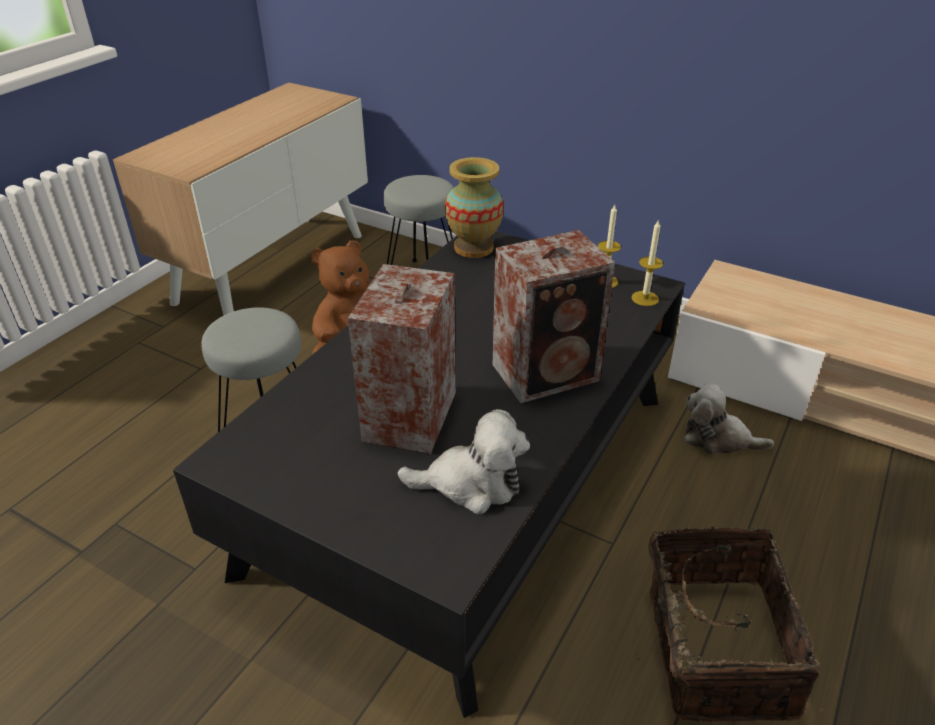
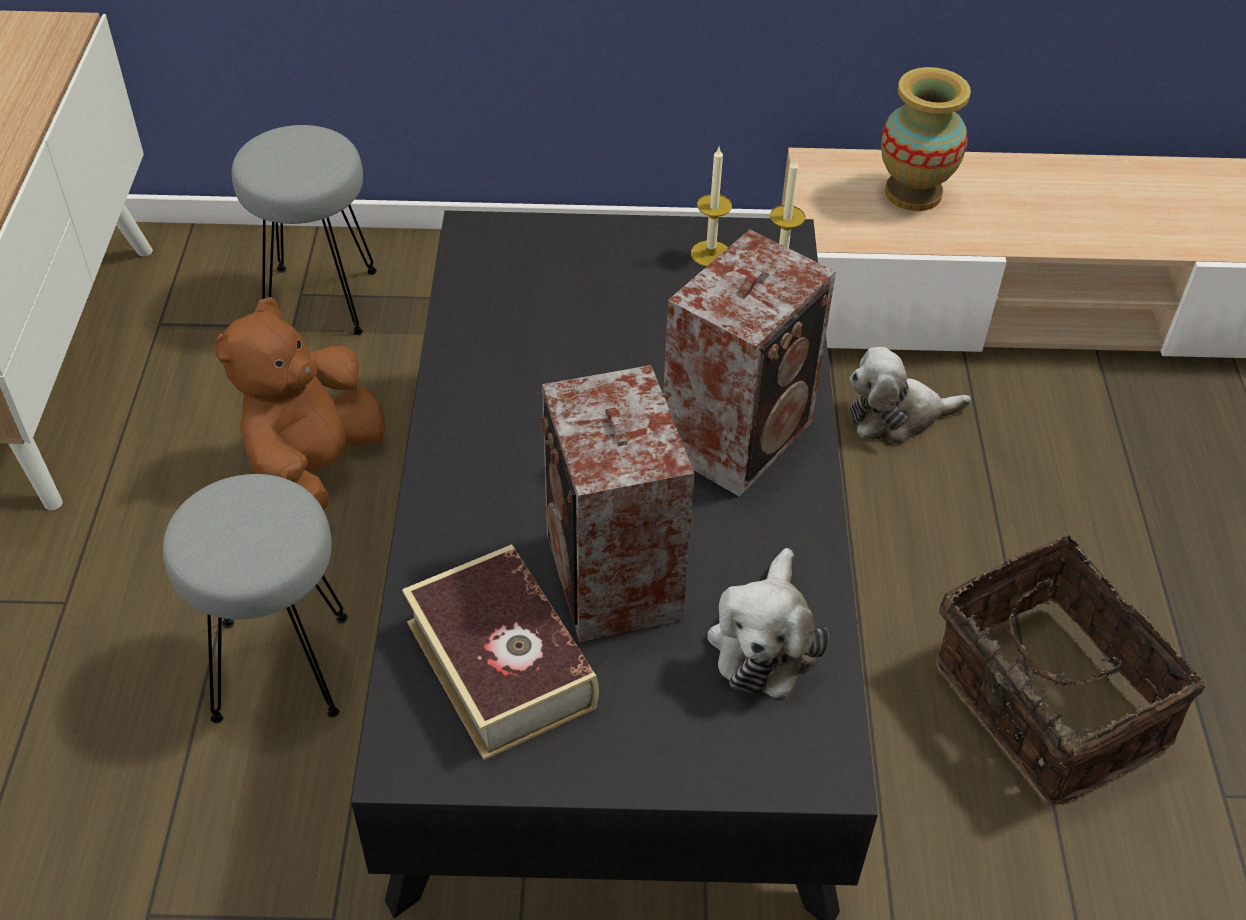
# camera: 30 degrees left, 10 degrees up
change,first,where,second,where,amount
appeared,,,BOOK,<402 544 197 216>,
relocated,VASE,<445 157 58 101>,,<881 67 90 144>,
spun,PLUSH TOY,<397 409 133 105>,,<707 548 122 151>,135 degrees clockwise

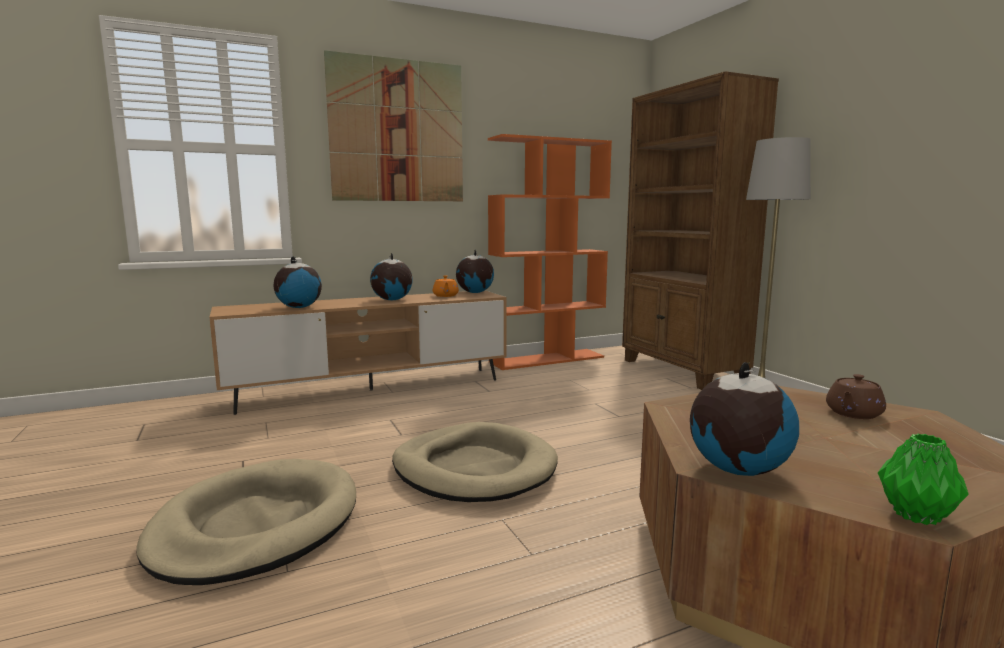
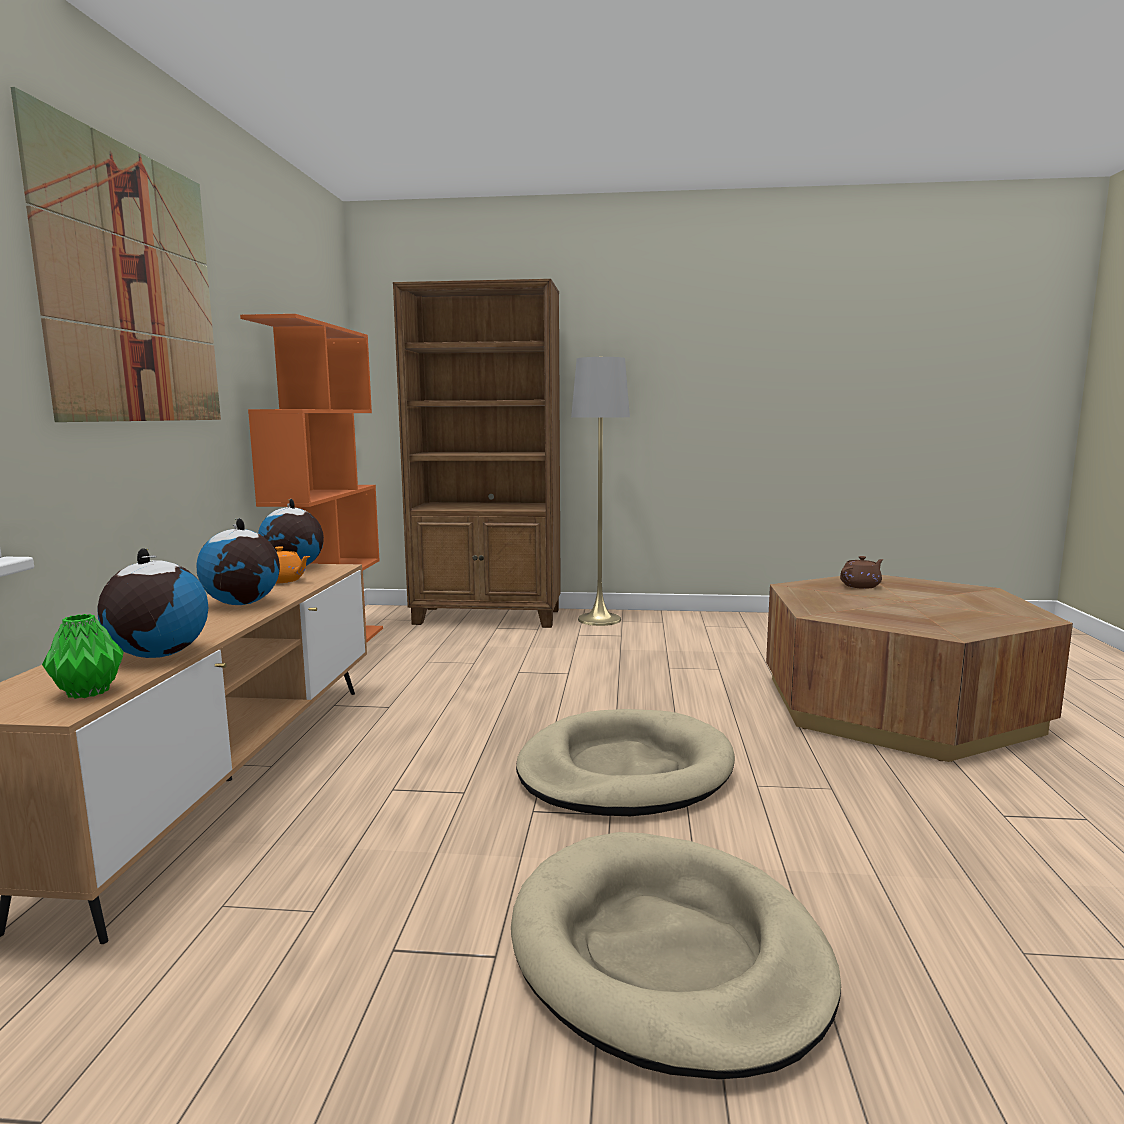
# camera: 60 degrees left, 0 degrees up
change,first,where,second,where,amount
missing,GLOBE,<690 362 109 114>,,,
relocated,GREEN VASE,<878 433 91 92>,,<42 614 82 85>,
spun,BROWN TEAPOT,<826 374 60 45>,,<840 556 44 33>,105 degrees counterclockwise

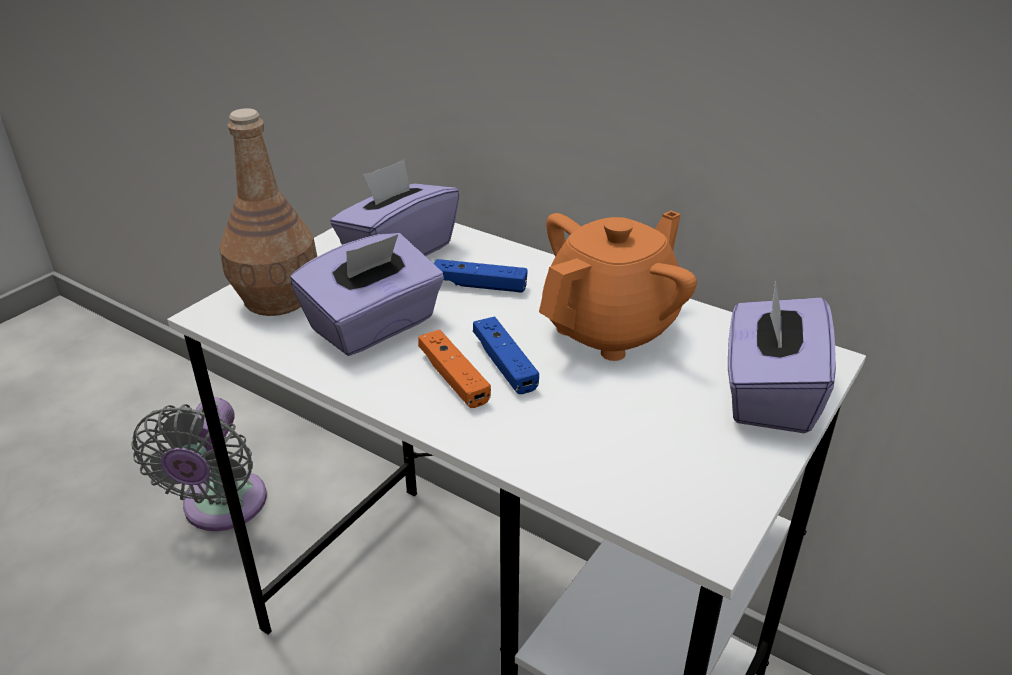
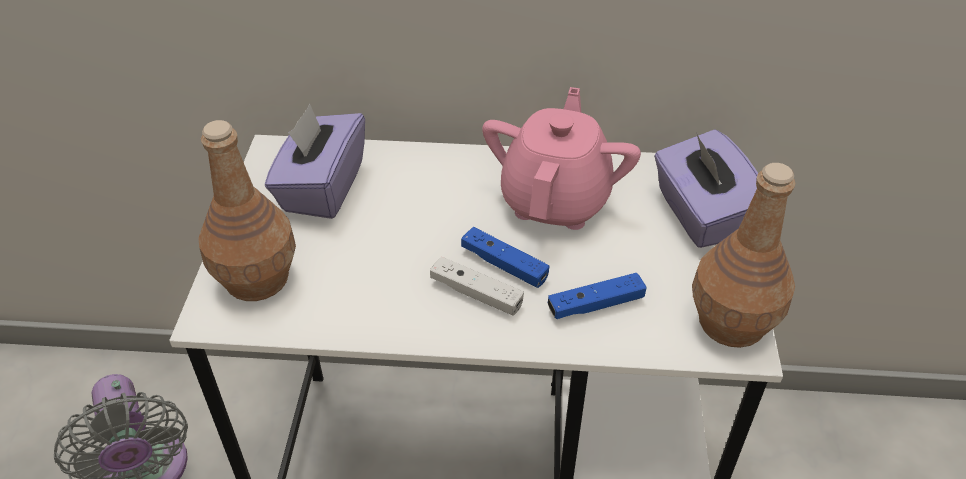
# camera: 30 degrees left, 10 degrees up
change,first,where,second,where,amount
missing,PURPLE TISSUE BOX,<290 233 154 123>,,,
appeared,,,BROWN BOTTLE,<692 163 104 185>,
relocated,BLUE GAME CONTROLLER,<434 259 94 34>,,<548 273 99 46>,
colour,ORANGE GAME CONTROLLER,<418 329 73 79>,WHITE GAME CONTROLLER,<430 257 94 58>,
colour,ORANGE TEAPOT,<539 211 158 150>,PINK TEAPOT,<482 87 159 143>,

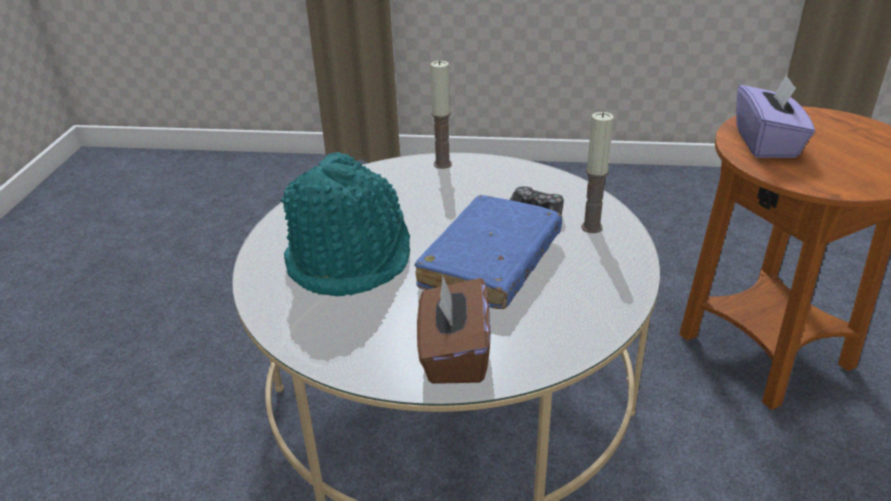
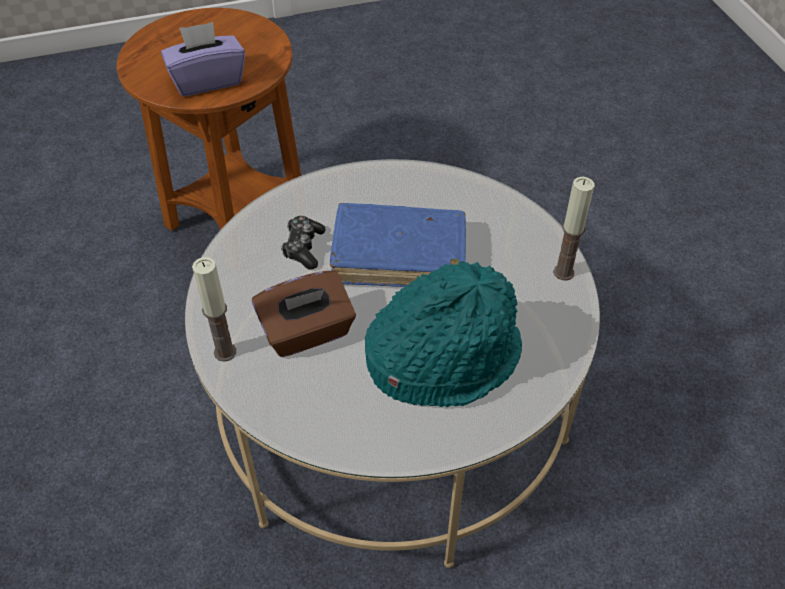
# camera: 115 degrees left, 15 degrees up
change,first,where,second,where,amount
relocated,BROWN TISSUE BOX,<417 275 74 109>,,<252 270 104 87>,
relocated,CANDLE,<581 112 32 121>,,<553 177 41 103>,

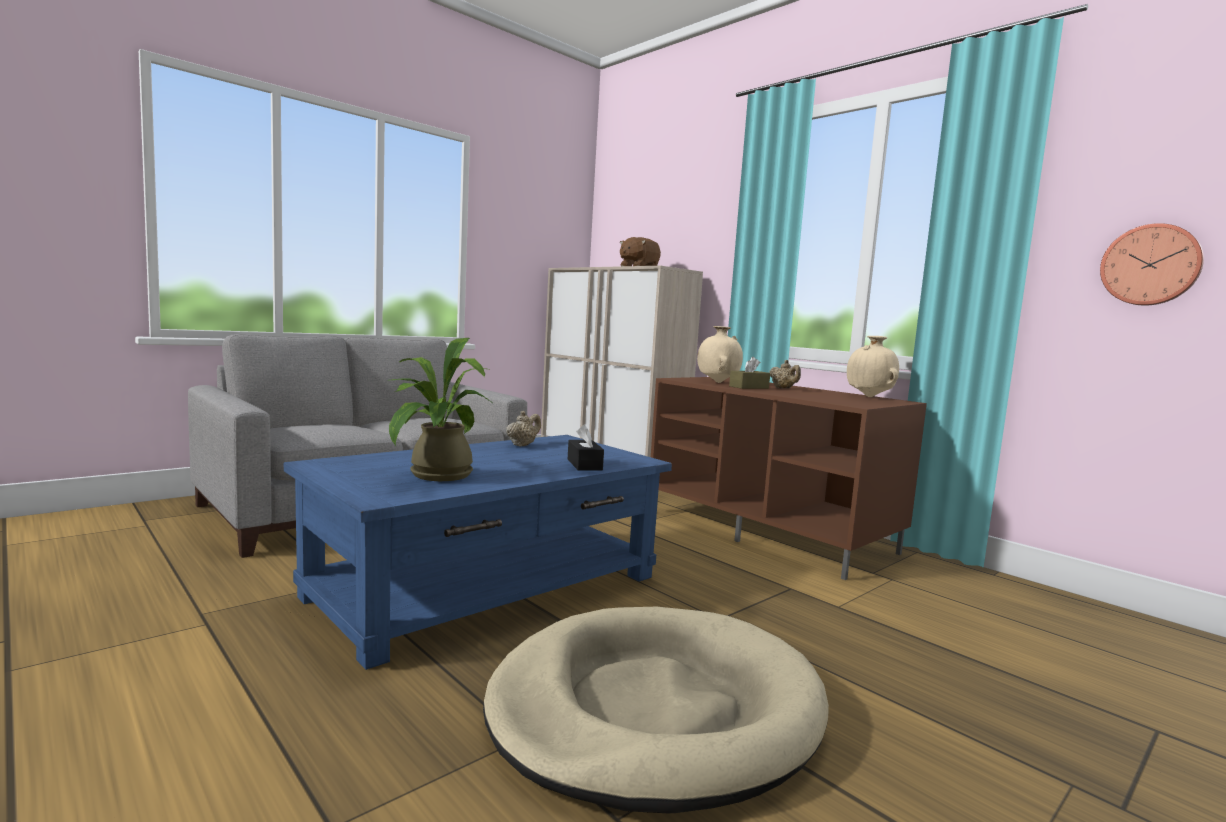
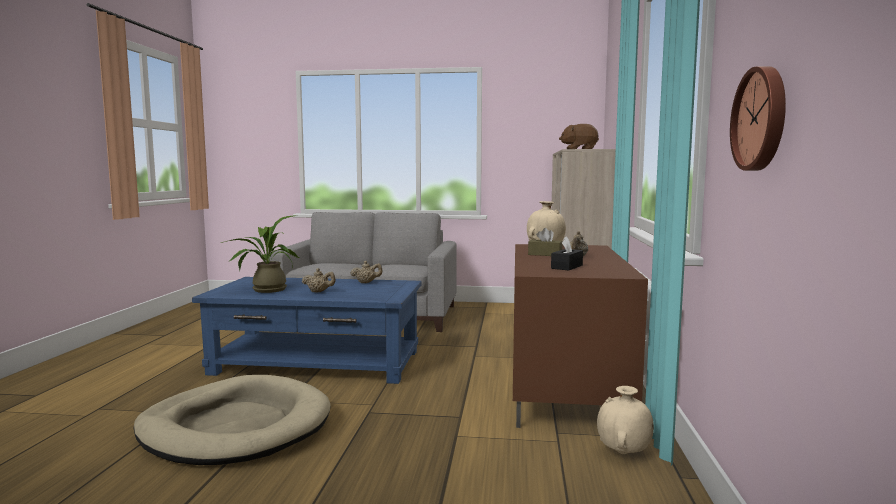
# camera: 50 degrees right, 0 degrees up
change,first,where,second,where,amount
appeared,,,BEIGE TEAPOT,<302 268 34 25>,
relocated,BLACK TISSUE BOX,<568 424 36 47>,,<551 236 32 35>,
relocated,BEIGE VASE,<847 336 52 61>,,<597 386 57 68>,

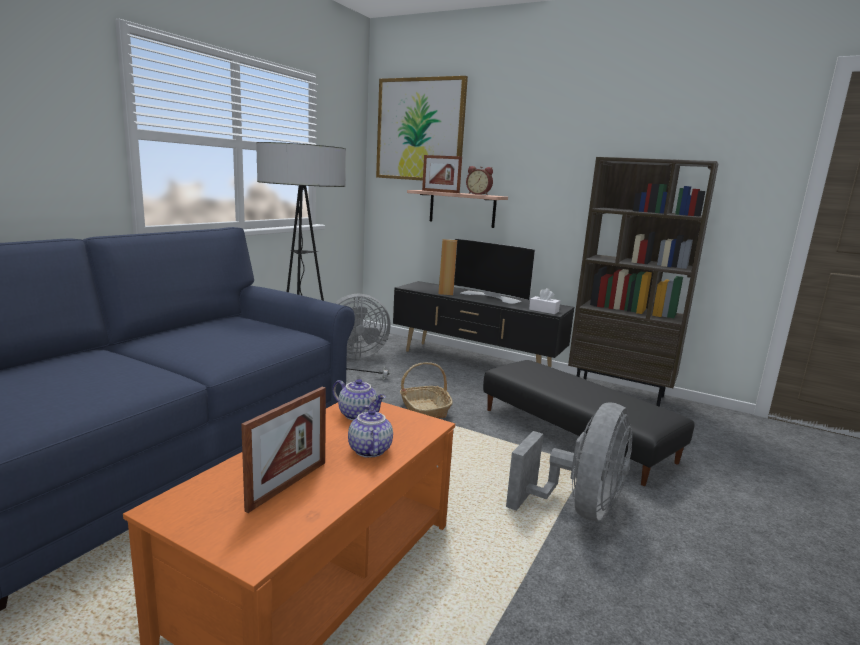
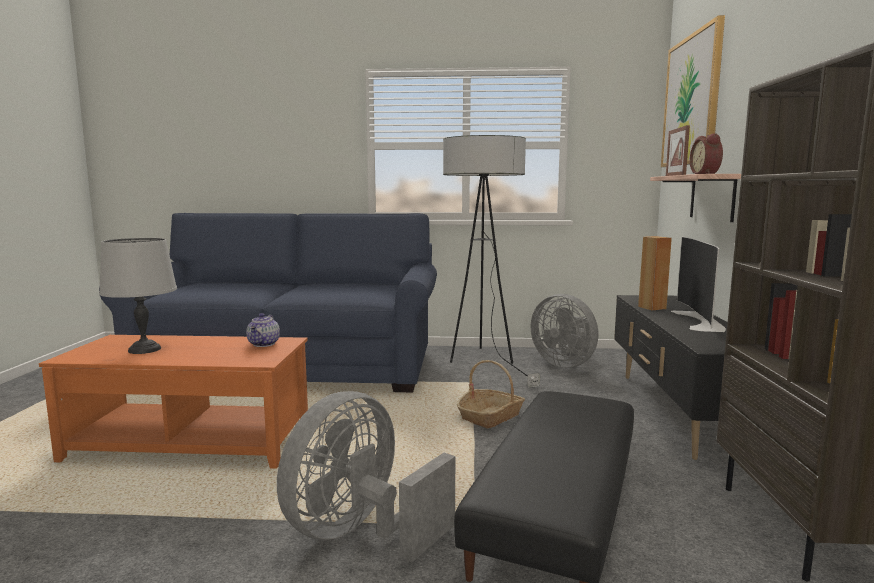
# camera: 65 degrees right, 5 degrees down
change,first,where,second,where,amount
missing,TEAPOT,<348 405 45 52>,,,
missing,WHITE TISSUE BOX,<529 288 31 26>,,,
exchanged,PICTURE FRAME,<241 387 85 126>,GREY TABLE LAMP,<99 238 78 116>,
spun,GREY FAN,<506 402 126 119>,,<277 391 178 171>,120 degrees clockwise

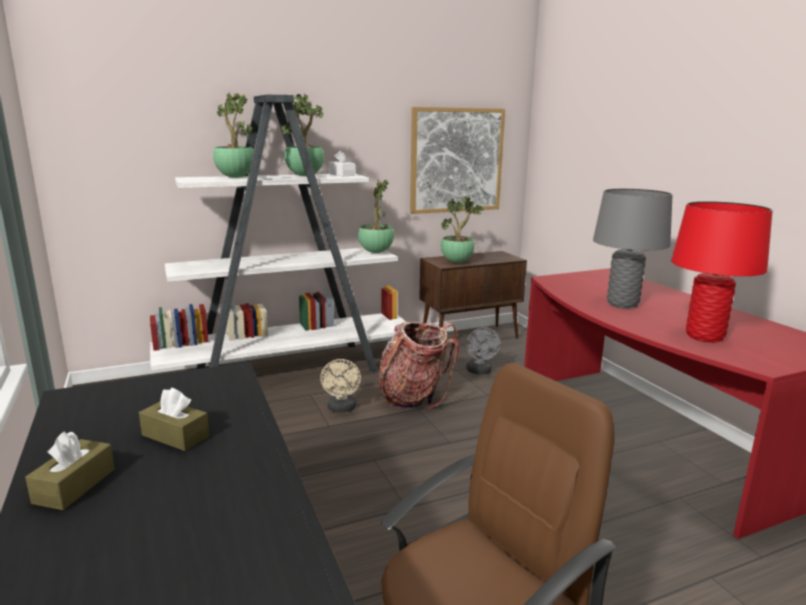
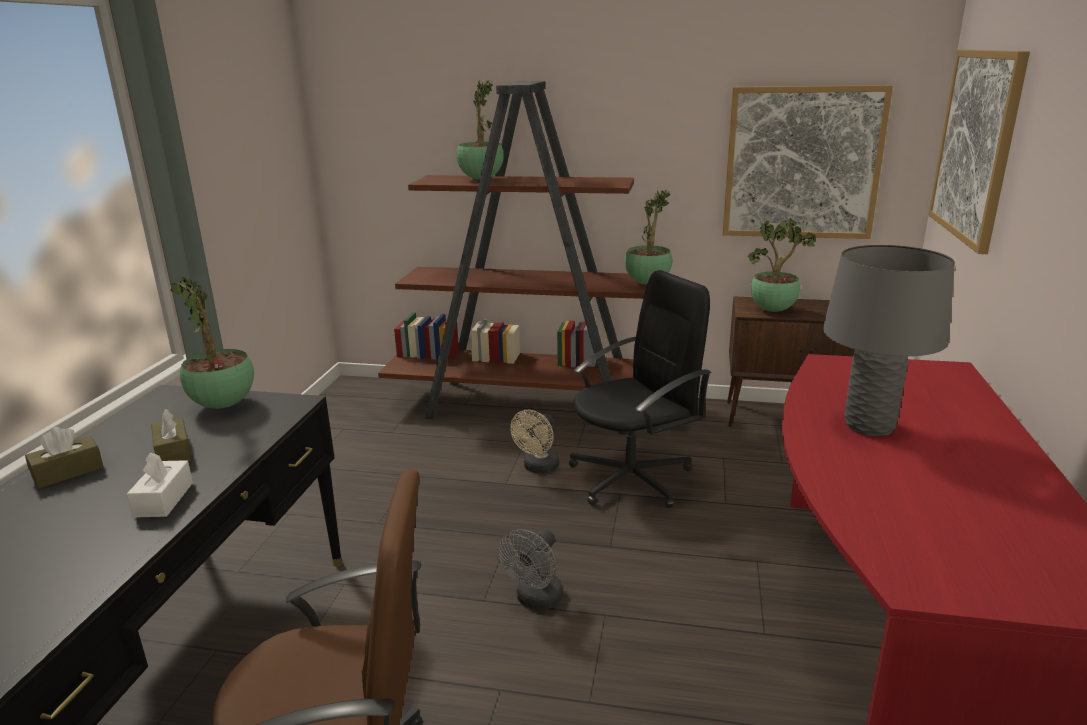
# camera: 35 degrees right, 5 degrees up
change,first,where,second,where,amount
missing,RED TABLE LAMP,<671 201 102 141>,,,
appeared,,,PICTURE,<929 50 101 204>,
relocated,POTTED PLANT,<280 94 44 82>,,<170 277 84 132>,
relocated,WHITE TISSUE BOX,<329 150 26 26>,,<127 452 66 66>,
relocated,GREY FAN,<466 327 35 47>,,<499 529 64 81>,
exchanged,BACKPACK,<378 322 81 87>,BLACK OFFICE CHAIR,<569 270 142 238>,
colour,WHITE BOOKCASE,<150 94 256 278>,BROWN BOOKCASE,<378 81 269 352>,

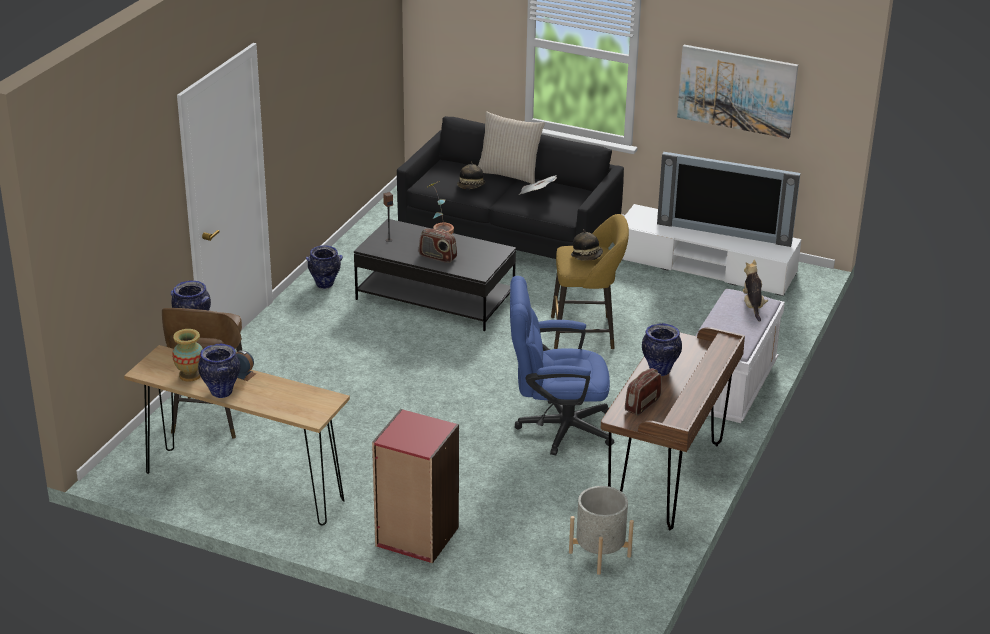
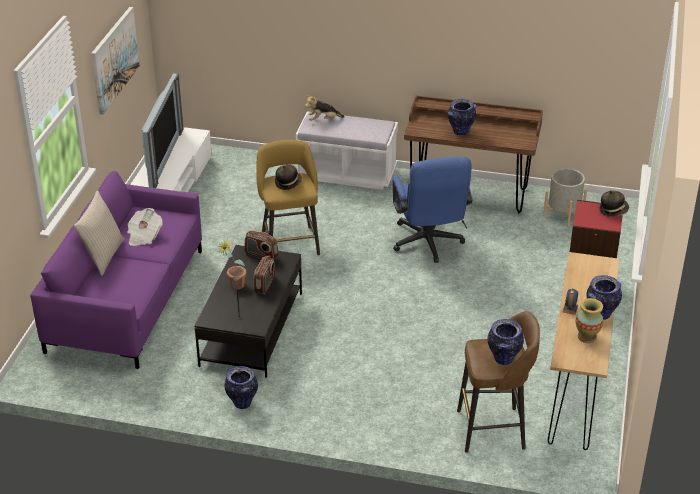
# camera: 100 degrees left, 5 degrees up
change,first,where,second,where,amount
relocated,HAT,<457 161 29 28>,,<600 190 29 27>,
relocated,RADIO,<625 368 37 47>,,<244 231 35 29>,
colour,BLACK SOFA,<397 116 227 143>,PURPLE SOFA,<30 171 172 198>,

